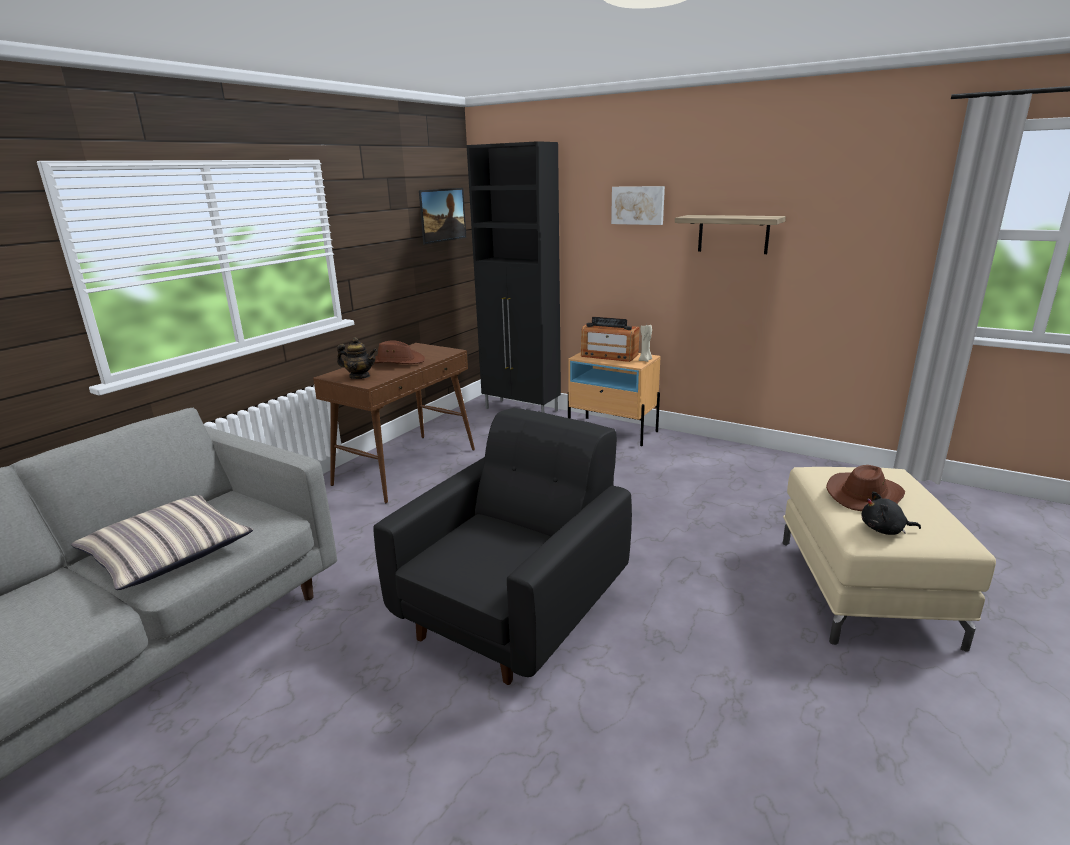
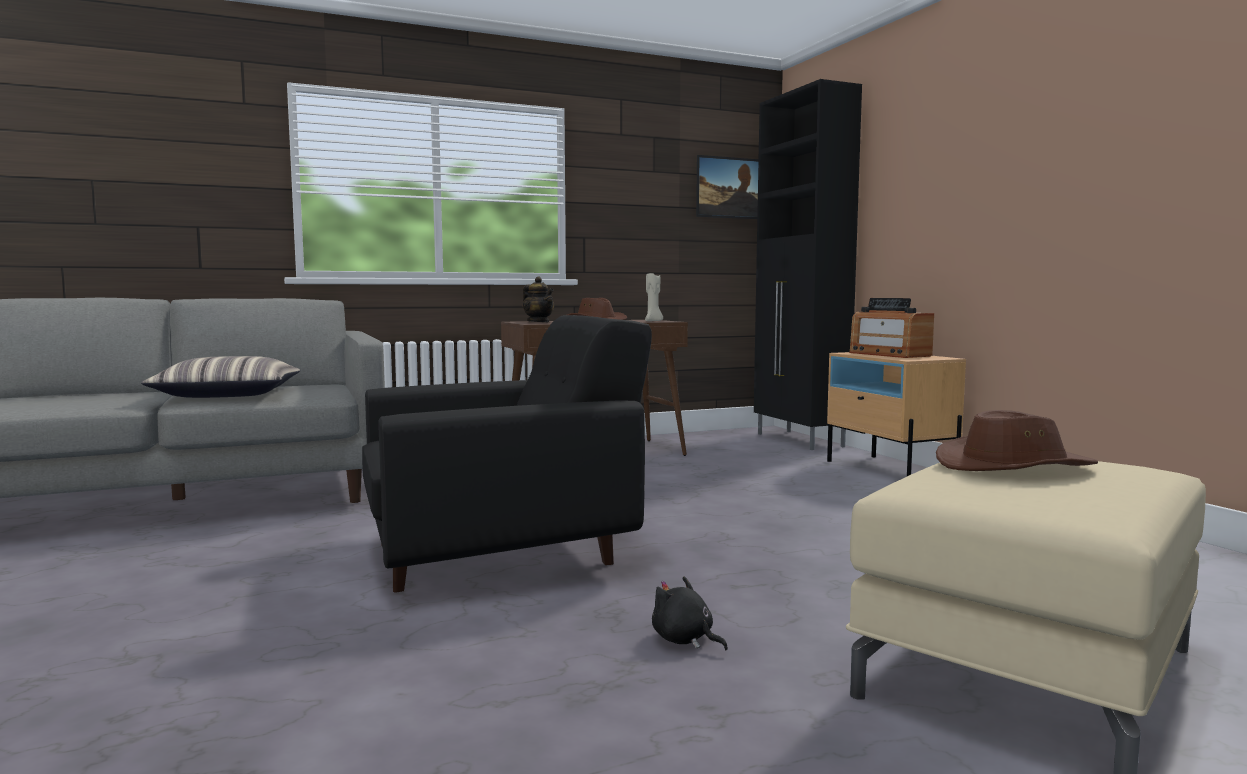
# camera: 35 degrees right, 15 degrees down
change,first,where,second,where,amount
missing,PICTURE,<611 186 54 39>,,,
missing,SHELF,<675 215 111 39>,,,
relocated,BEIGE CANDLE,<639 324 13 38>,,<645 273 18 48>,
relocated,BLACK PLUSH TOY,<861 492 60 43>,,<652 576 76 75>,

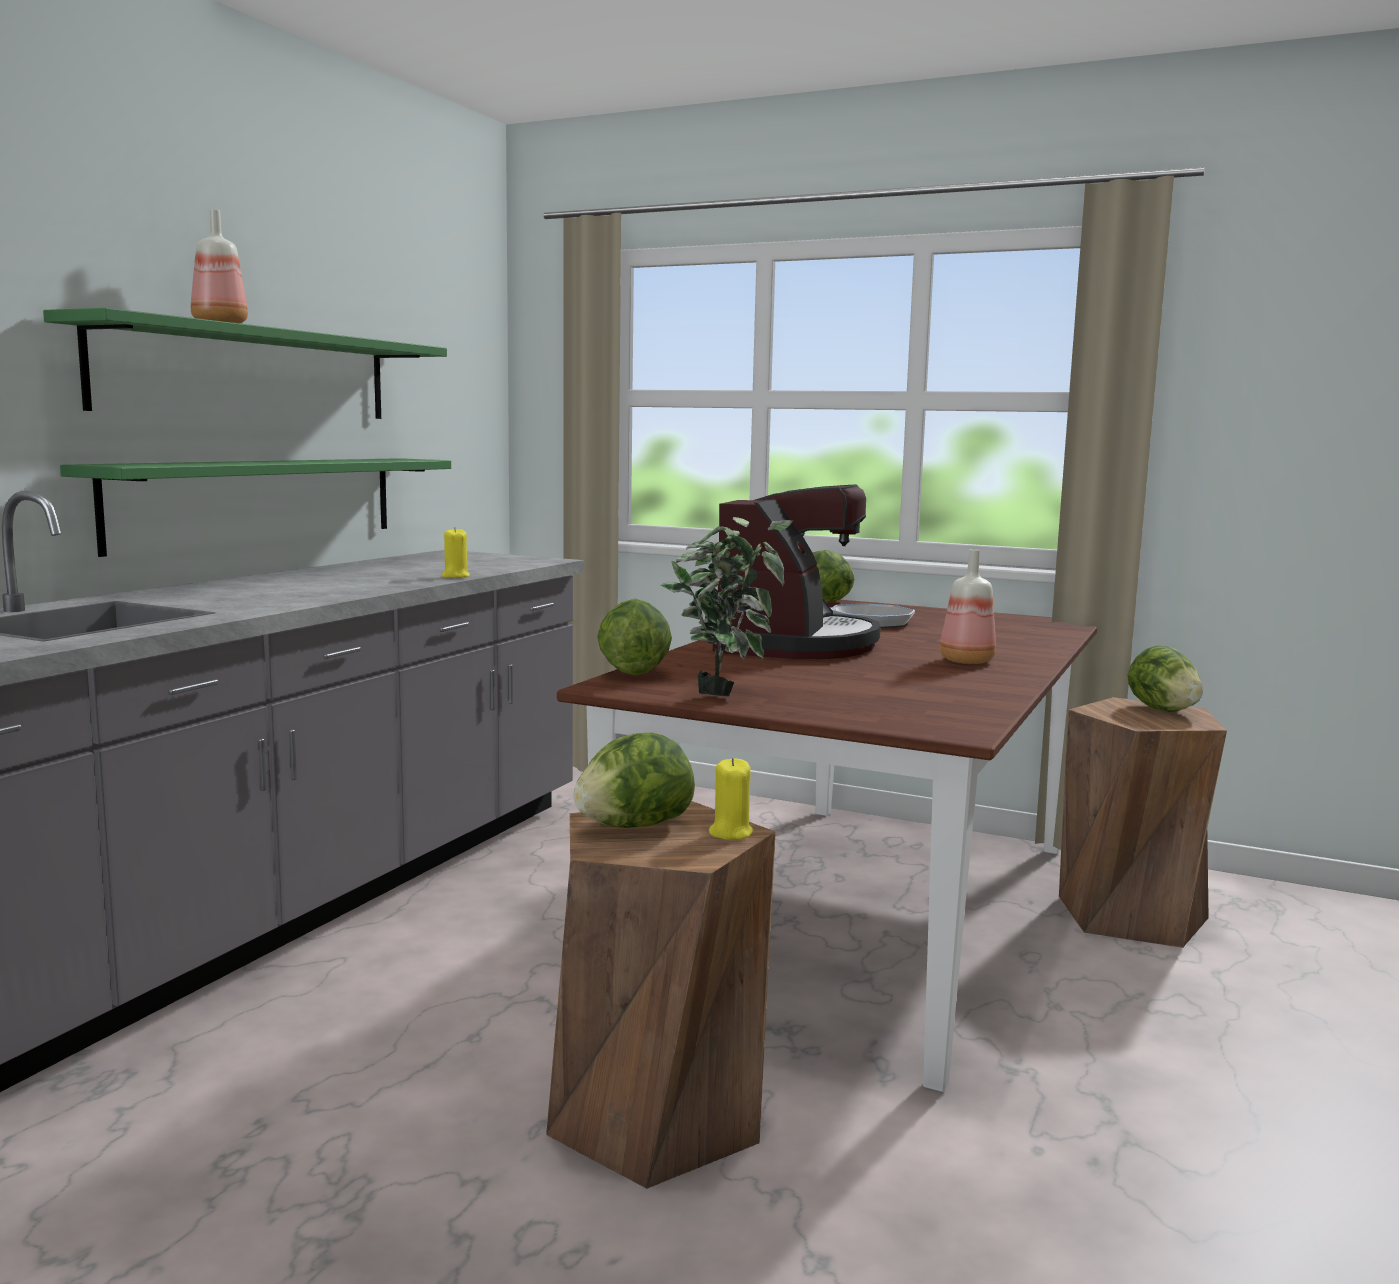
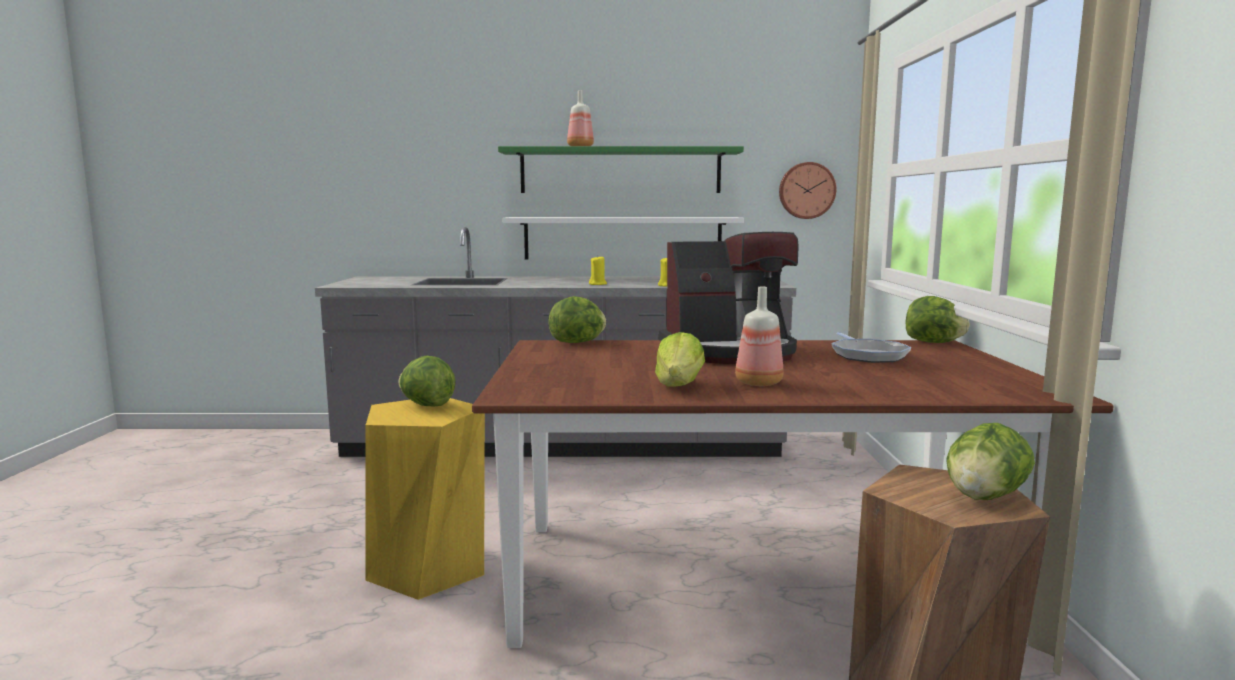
# camera: 65 degrees right, 0 degrees up
change,first,where,second,where,amount
missing,POTTED PLANT,<661 517 132 180>,,,
appeared,,,LETTUCE,<655 332 50 54>,
appeared,,,WALL CLOCK,<779 162 57 57>,
relocated,YELLOW CANDLE,<709 758 44 82>,,<589 256 18 29>,
colour,GREEN SHELF,<60 458 391 99>,WHITE SHELF,<503 217 241 43>,
colour,BROWN STOOL,<546 801 230 388>,YELLOW STOOL,<365 398 120 202>,

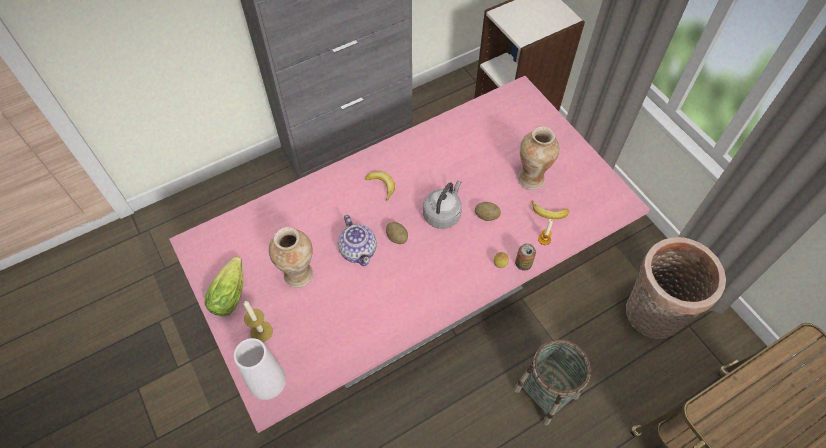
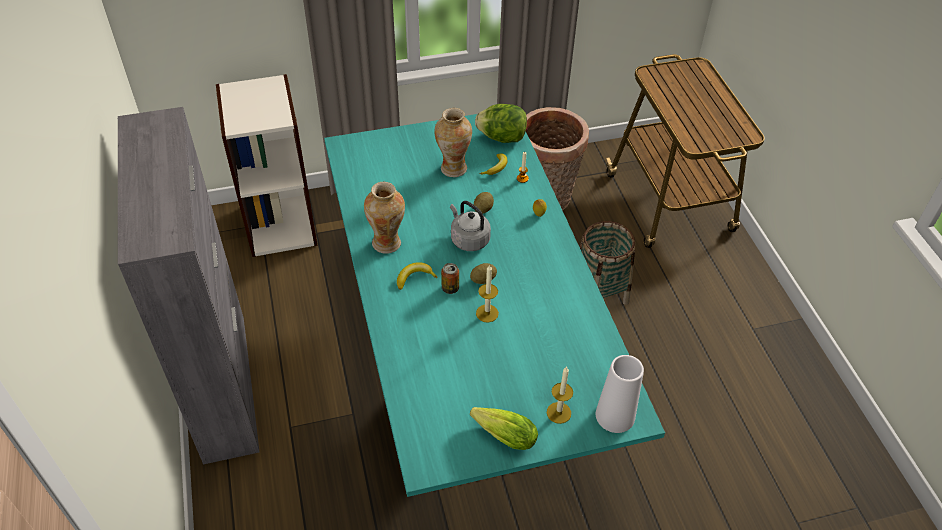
# camera: 75 degrees left, 10 degrees down
change,first,where,second,where,amount
appeared,,,LETTUCE,<475 104 52 39>,
relocated,VASE,<269 227 44 61>,,<364 182 41 72>,
relocated,CAN,<515 243 21 28>,,<441 263 18 31>,
exchanged,TEAPOT,<338 215 39 51>,CANDLE,<476 264 23 59>,
colour,PINK DINING TABLE,<169 76 481 357>,TURQUOISE DINING TABLE,<324 114 341 383>,

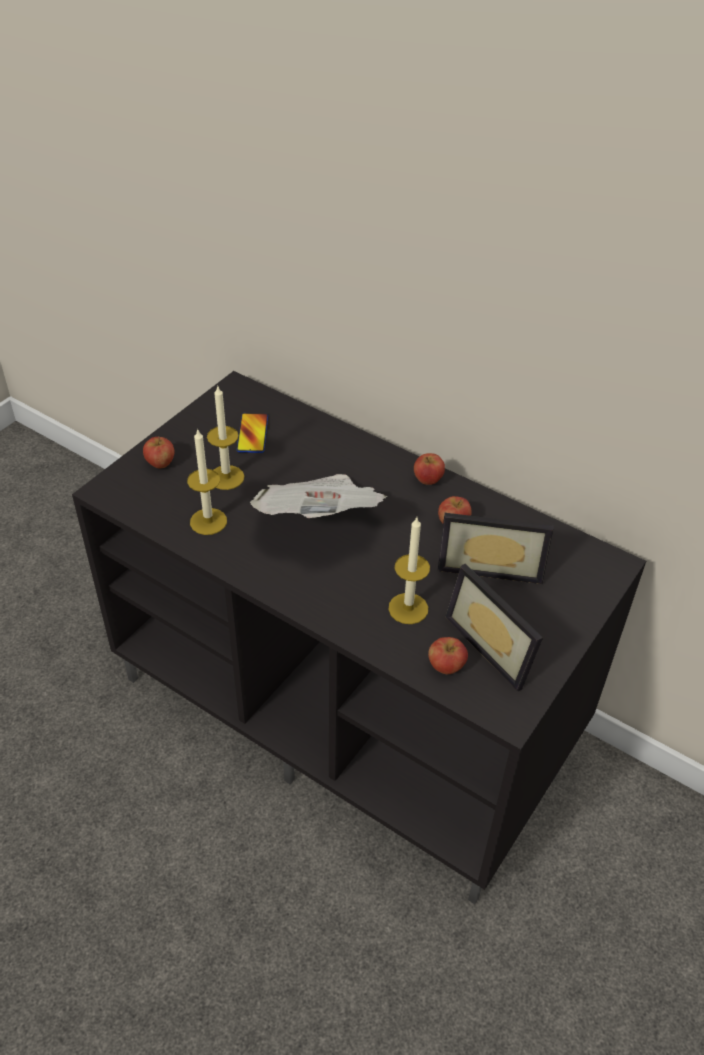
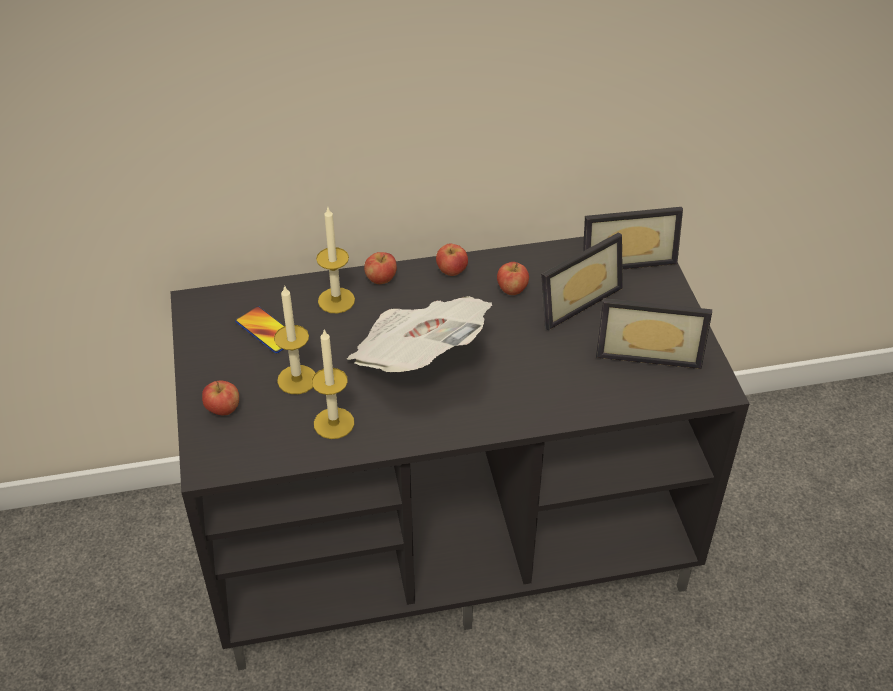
# camera: 45 degrees left, 0 degrees up
change,first,where,second,where,amount
appeared,,,PICTURE FRAME,<583 207 100 62>,
relocated,CANDLE,<389 518 41 106>,,<316 208 39 106>,
relocated,APPLE,<428 637 40 37>,,<364 252 33 32>,

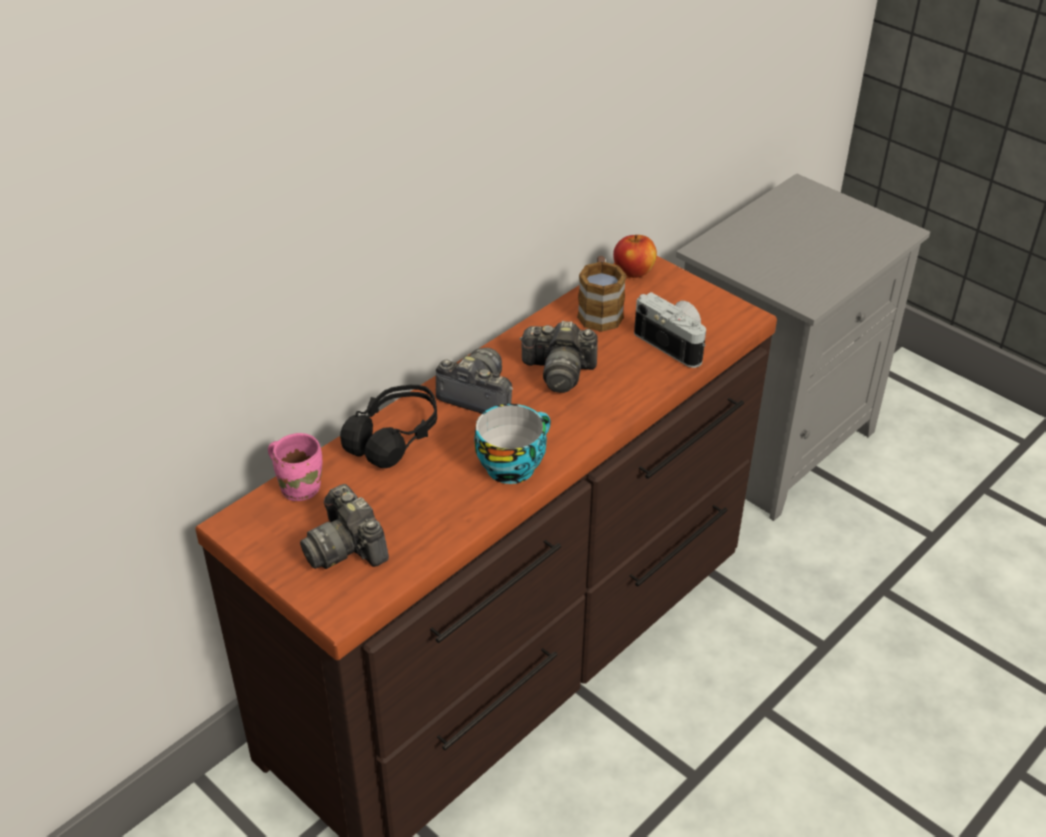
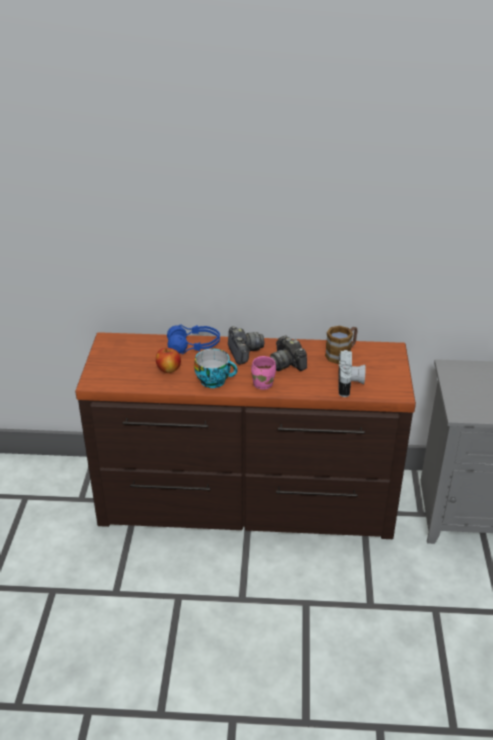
# camera: 50 degrees right, 5 degrees down
change,first,where,second,where,amount
missing,PHOTO CAMERA,<300 484 89 85>,,,
relocated,PINK MUG,<268 433 54 68>,,<251 356 25 34>,
relocated,APPLE,<613 235 44 43>,,<156 348 25 25>,
colour,BLACK HEADPHONES,<340 385 97 83>,BLUE HEADPHONES,<167 324 53 30>,

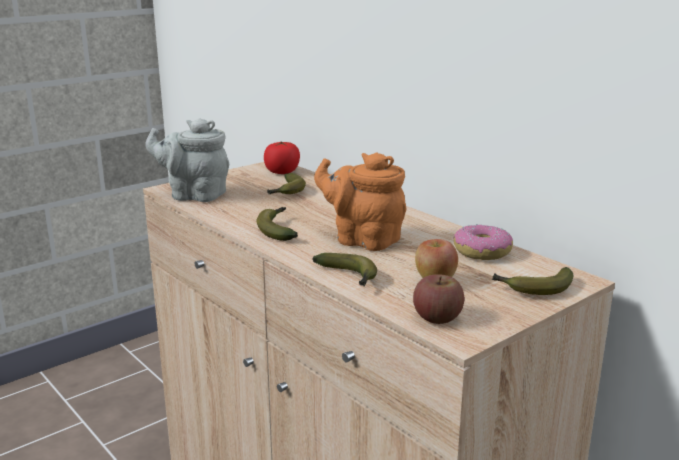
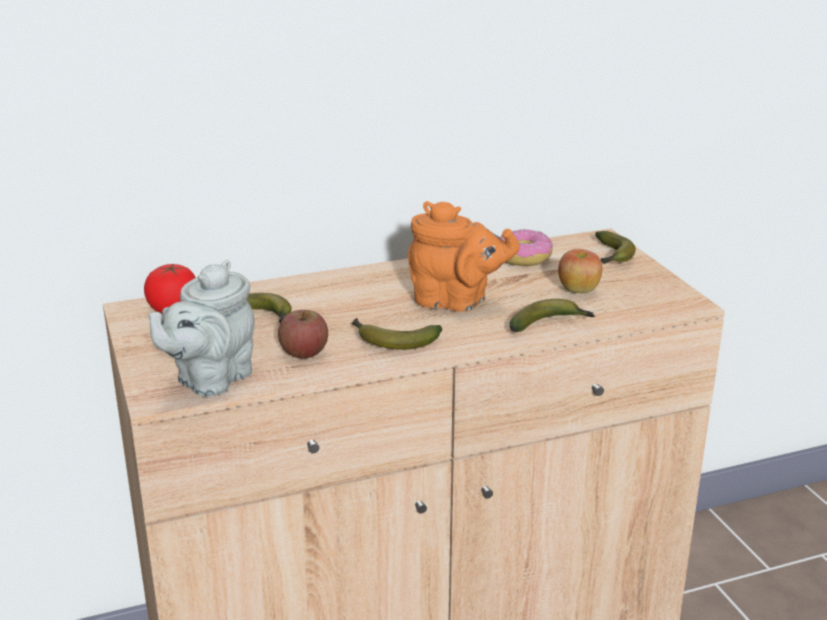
# camera: 70 degrees left, 5 degrees up
change,first,where,second,where,amount
relocated,APPLE,<413 274 51 50>,,<278 310 50 49>,
spun,ORANGE TEAPOT,<314 153 92 98>,,<408 201 112 111>,120 degrees counterclockwise

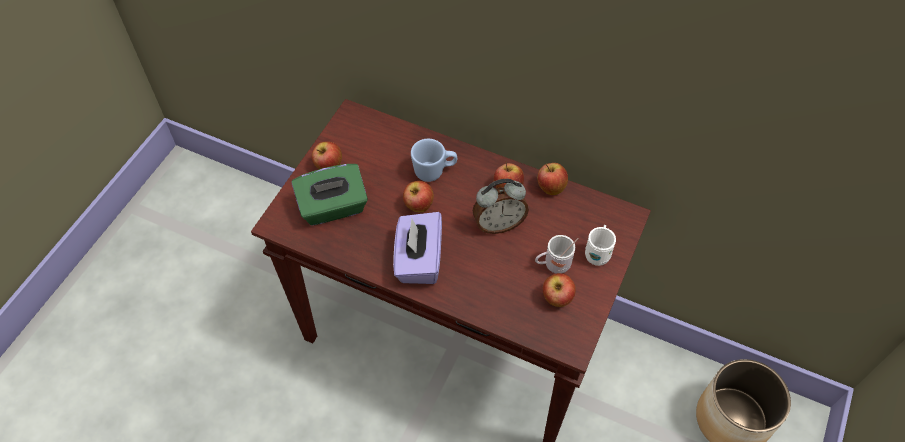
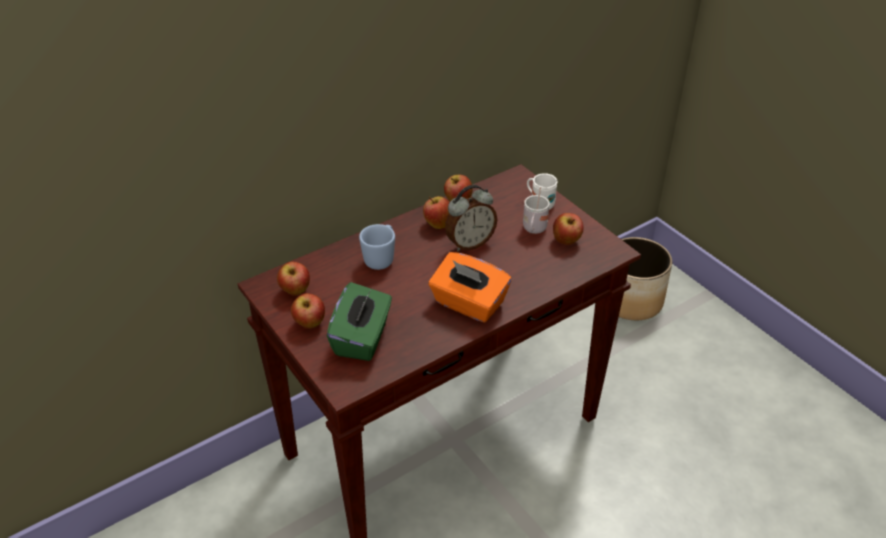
# camera: 60 degrees left, 15 degrees down
change,first,where,second,where,amount
relocated,APPLE,<403 181 31 31>,,<277 262 33 34>,
colour,PURPLE TISSUE BOX,<393 212 49 72>,ORANGE TISSUE BOX,<429 252 83 71>,
spun,ALARM CLOCK,<473 179 56 55>,,<445 185 52 66>,45 degrees clockwise

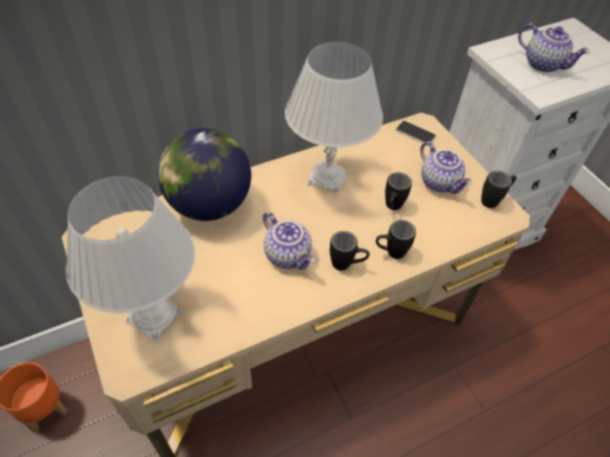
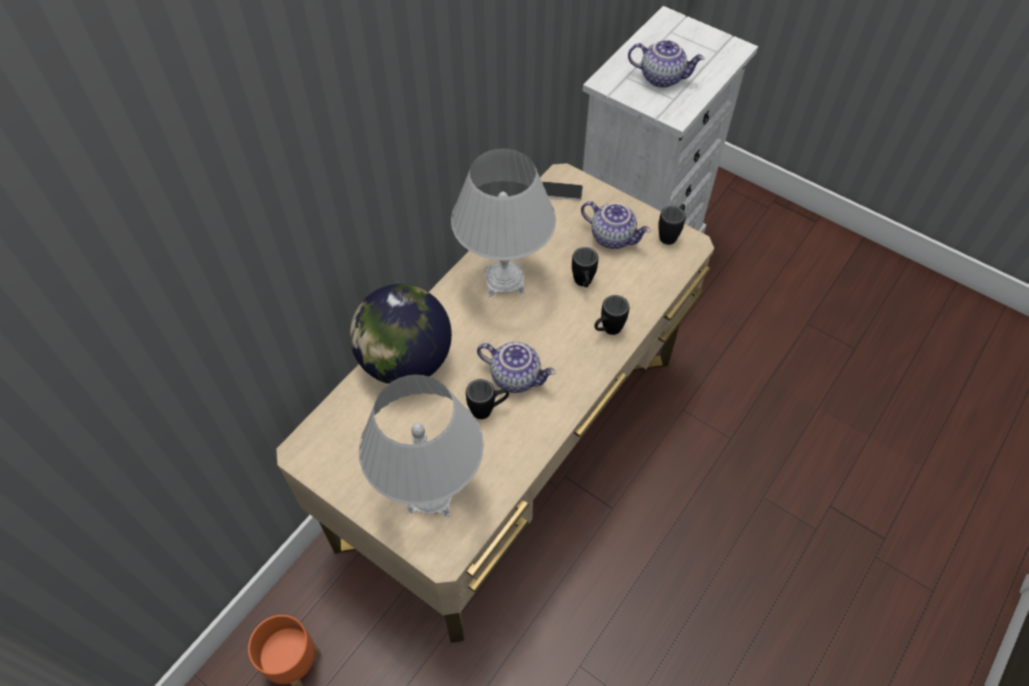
# camera: 25 degrees left, 5 degrees up
change,first,where,second,where,amount
relocated,BLACK MUG,<330 231 39 40>,,<466 379 43 40>,

